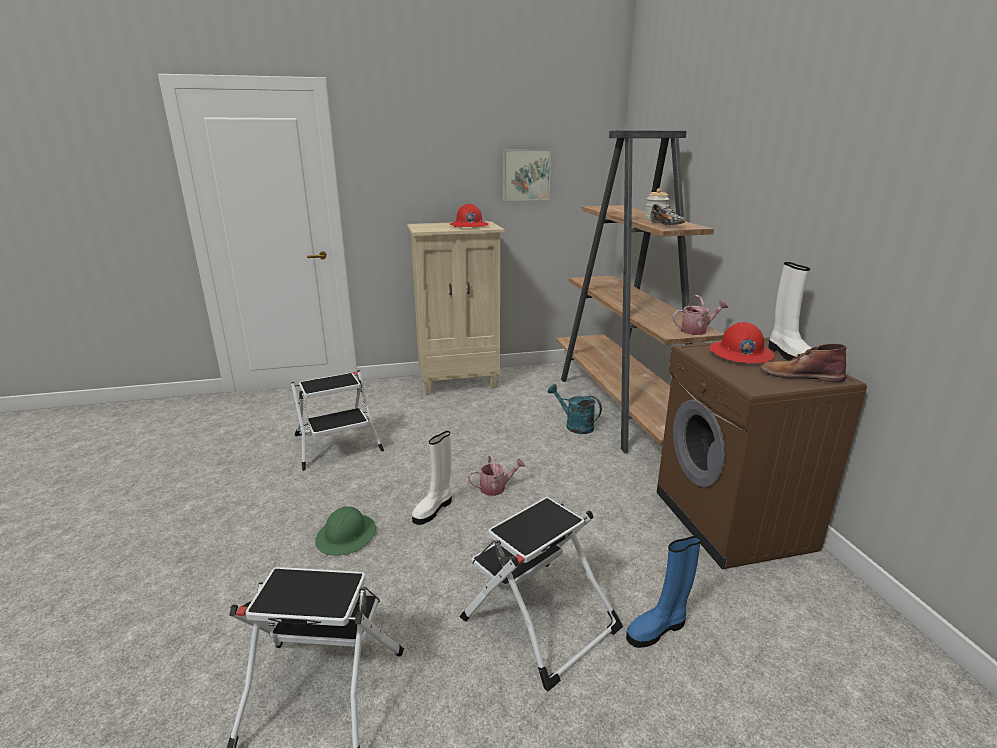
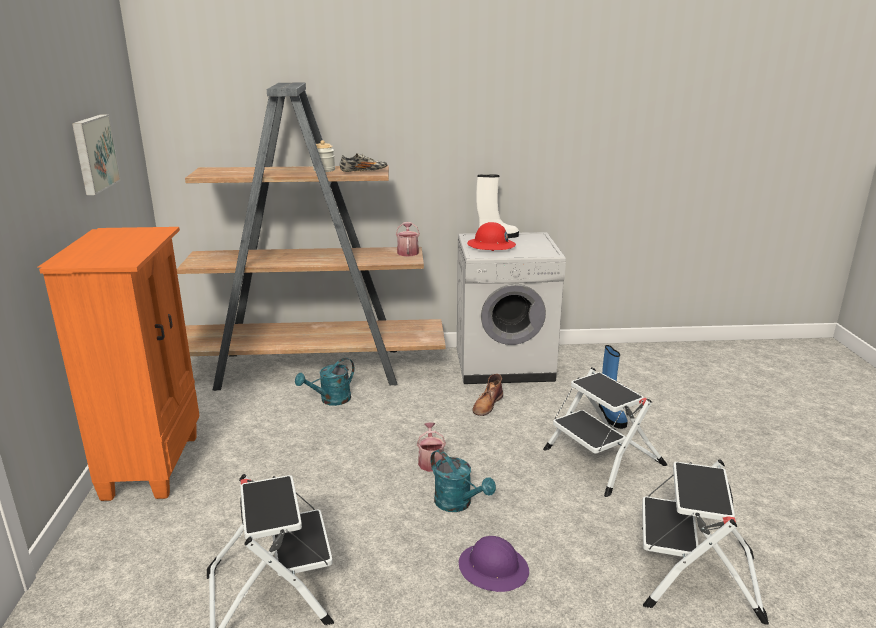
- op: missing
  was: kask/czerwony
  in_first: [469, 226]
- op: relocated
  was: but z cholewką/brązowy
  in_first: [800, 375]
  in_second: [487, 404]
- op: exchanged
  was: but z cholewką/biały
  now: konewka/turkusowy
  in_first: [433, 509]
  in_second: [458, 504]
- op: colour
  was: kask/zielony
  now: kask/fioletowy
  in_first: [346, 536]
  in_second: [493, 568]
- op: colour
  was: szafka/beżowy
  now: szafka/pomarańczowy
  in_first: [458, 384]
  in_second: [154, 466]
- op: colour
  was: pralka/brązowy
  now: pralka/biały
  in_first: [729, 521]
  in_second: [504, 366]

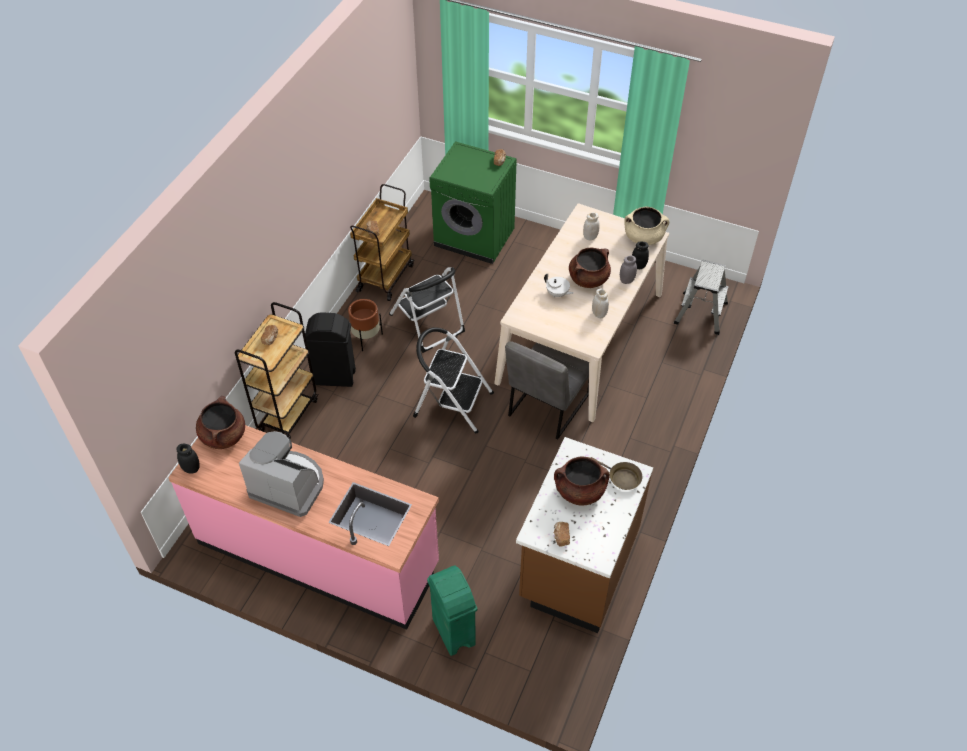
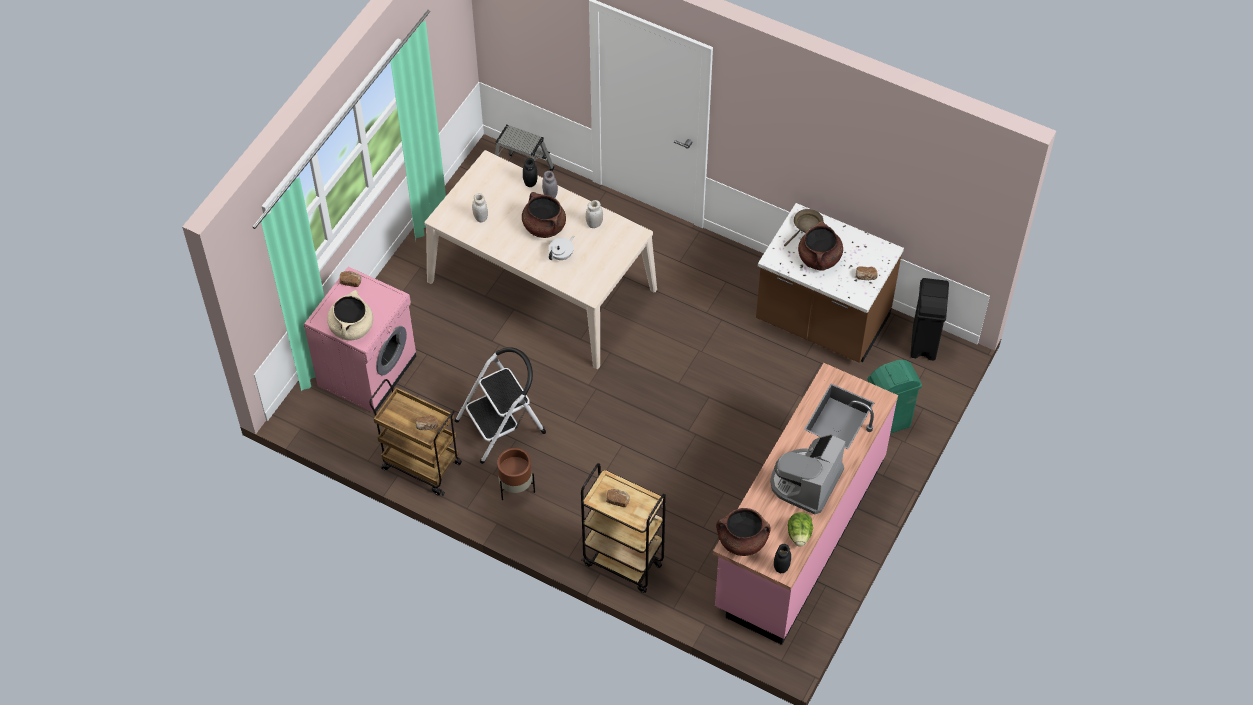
- op: missing
  was: drabinka
  in_first: [451, 404]
- op: missing
  was: krzesło/szary
  in_first: [547, 406]
- op: appeared
  now: sałata
  in_second: [799, 534]
- op: relocated
  was: kosz na śmieci/czarny
  in_first: [335, 377]
  in_second: [923, 343]
- op: relocated
  was: garnek/beżowy
  in_first: [643, 237]
  in_second: [352, 327]
- op: colour
  was: pralka/zielony
  now: pralka/różowy
  in_first: [474, 238]
  in_second: [369, 372]

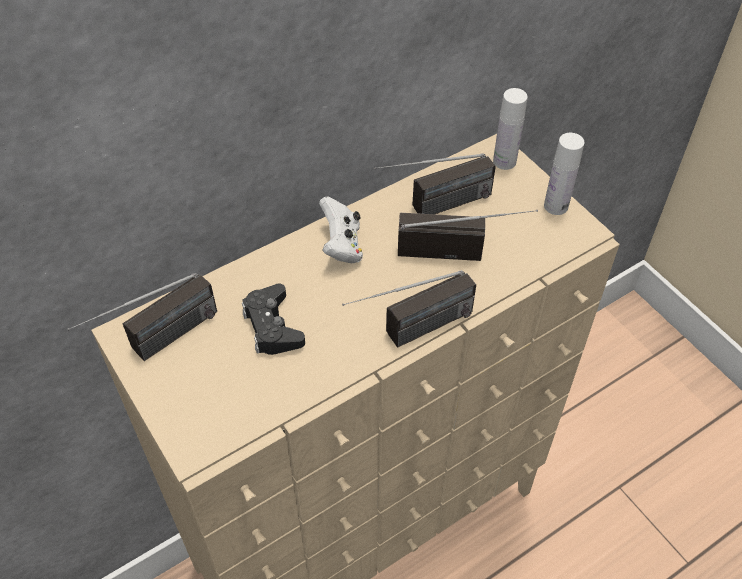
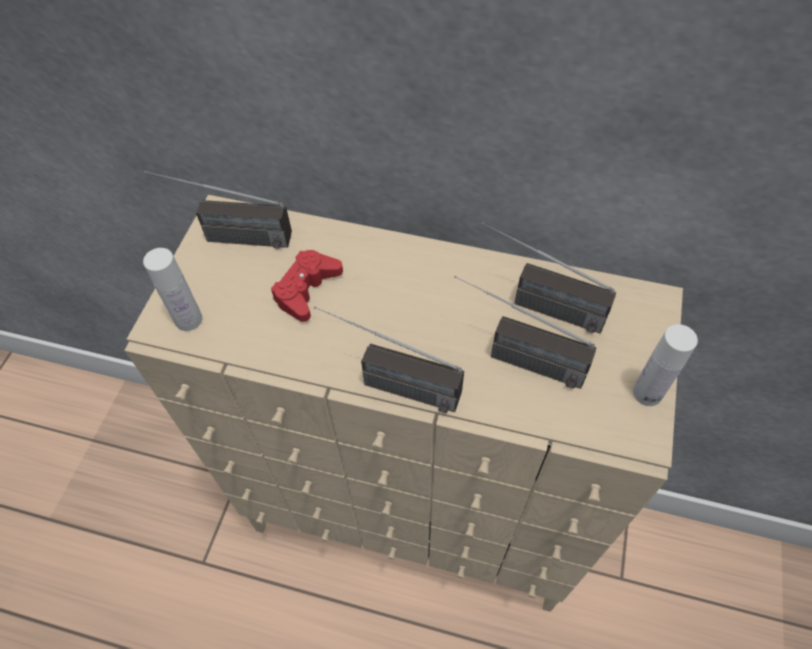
- op: missing
  was: pad do gier/biały
  in_first: [342, 245]
- op: relocated
  was: butelka/biały
  in_first: [504, 161]
  in_second: [188, 319]
- op: colour
  was: pad do gier/czarny
  now: pad do gier/czerwony
  in_first: [272, 326]
  in_second: [306, 289]
- op: spun
  was: radio
  in_first: [462, 250]
  in_second: [513, 357]
  clockwise: 150

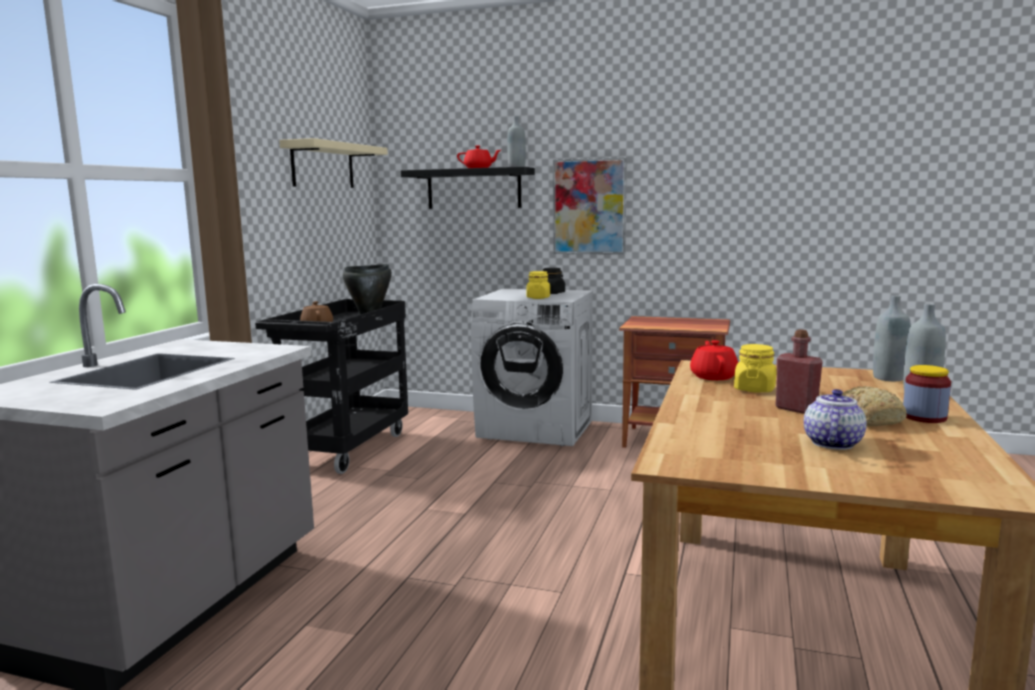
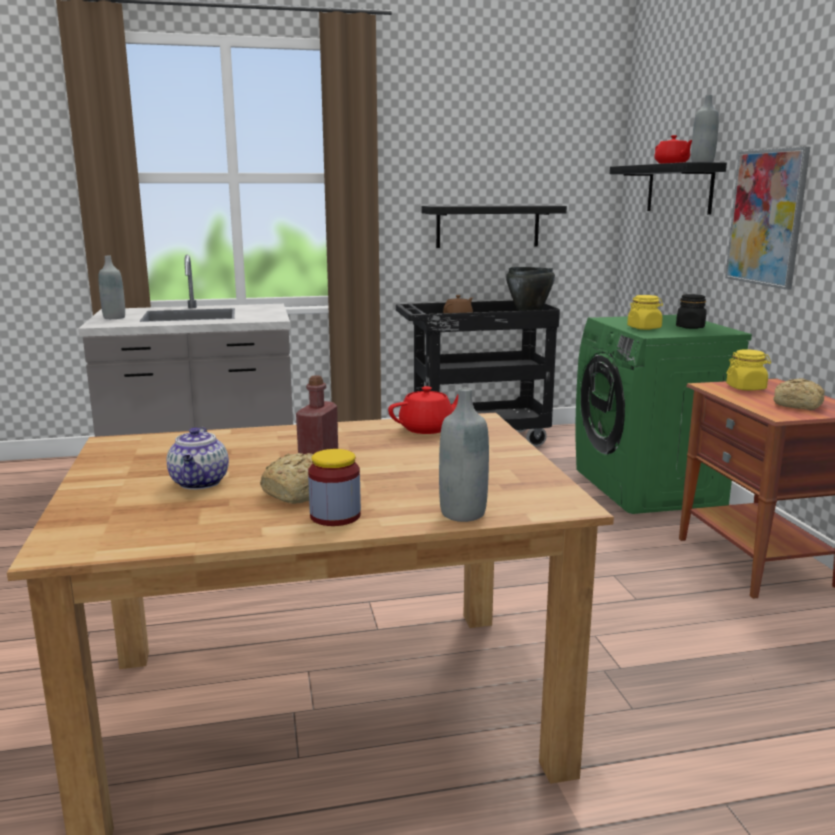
- op: missing
  was: półka/beżowy
  in_first: [323, 166]
- op: appeared
  now: półka/czarny
  in_second: [488, 226]
- op: appeared
  now: chleb
  in_second: [799, 405]
- op: relocated
  was: słoik/żółty
  in_first: [754, 389]
  in_second: [746, 388]
- op: relocated
  was: butelka/szary
  in_first: [888, 378]
  in_second: [114, 317]
- op: colour
  was: pralka/biały
  now: pralka/zielony
  in_first: [536, 431]
  in_second: [647, 490]
- op: spun
  was: imbryk
  in_first: [832, 443]
  in_second: [200, 483]
  clockwise: 90

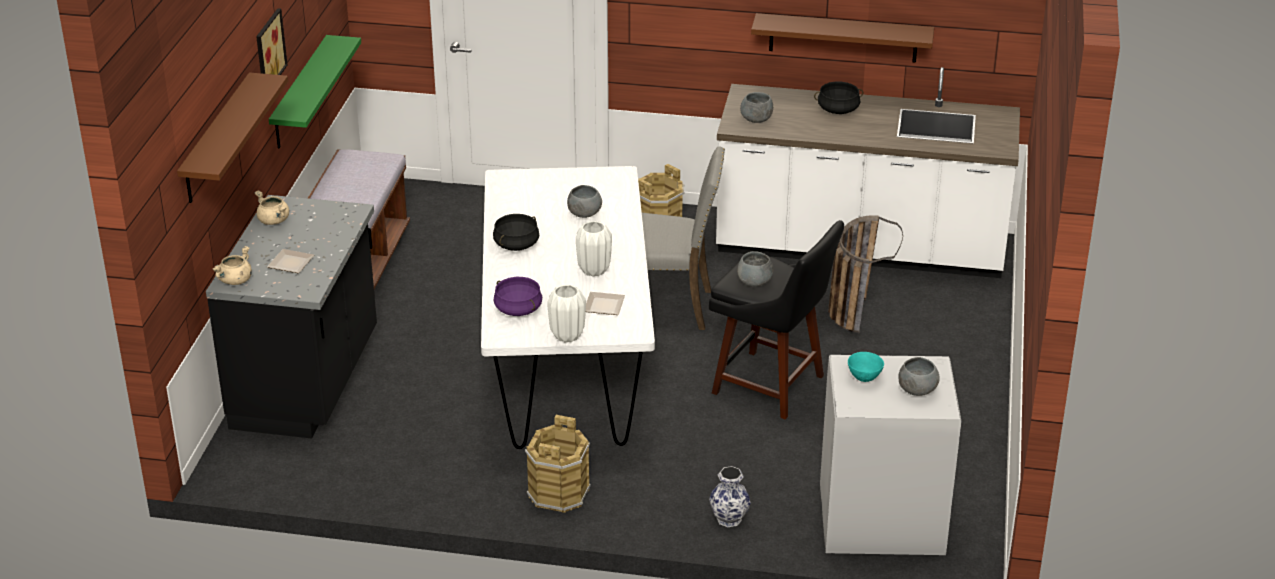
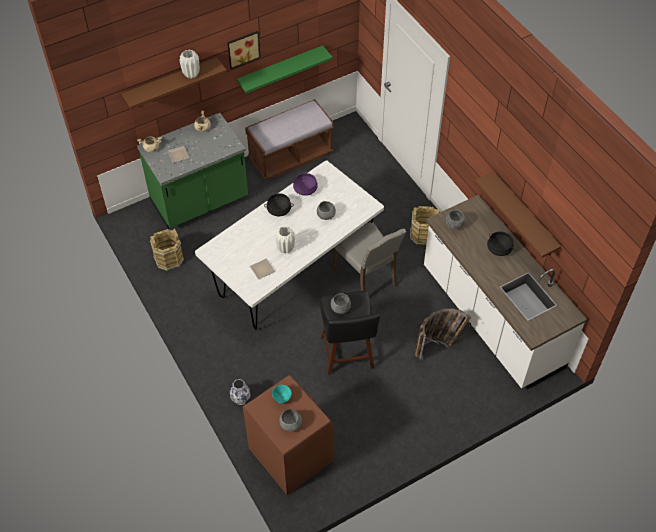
- op: relocated
  was: garnek/fioletowy
  in_first: [517, 309]
  in_second: [305, 189]
- op: relocated
  was: wiadro/brązowy
  in_first: [559, 493]
  in_second: [169, 259]
- op: relocated
  was: wazon/biały
  in_first: [567, 336]
  in_second: [191, 74]
- op: colour
  was: zabudowa kuchenna/czarny
  now: zabudowa kuchenna/zielony
  in_first: [308, 382]
  in_second: [200, 201]
- op: colour
  was: pralka/biały
  now: pralka/brązowy
  in_first: [880, 516]
  in_second: [292, 453]

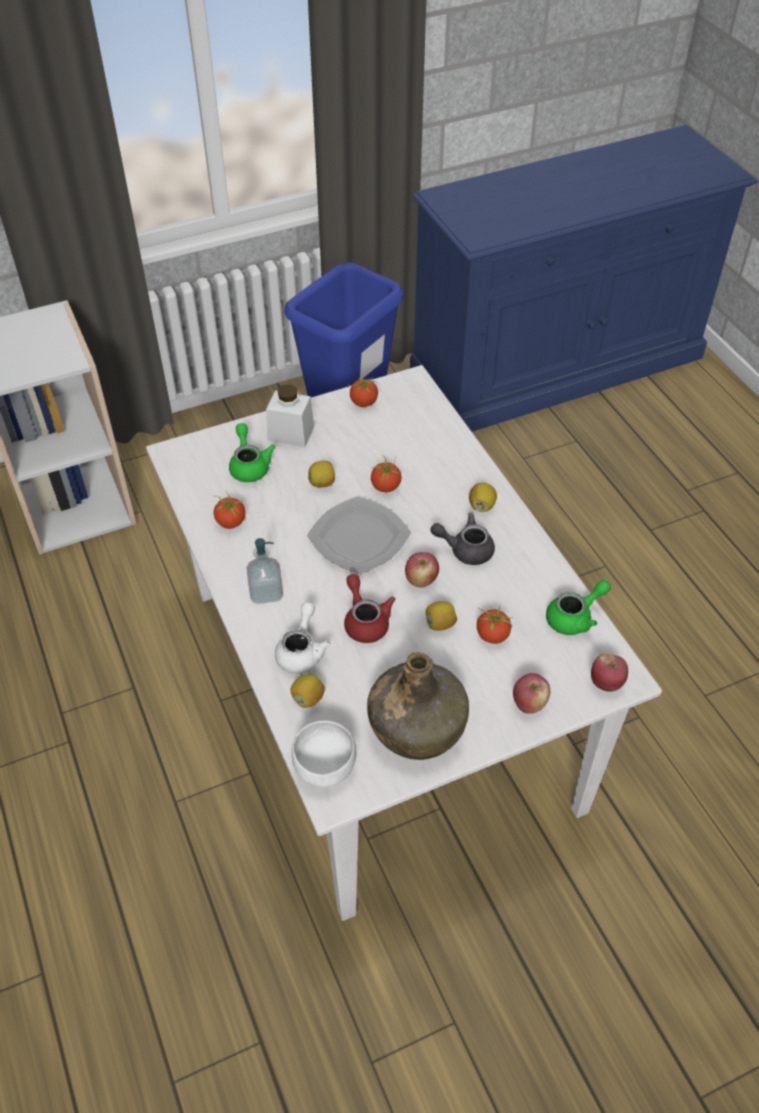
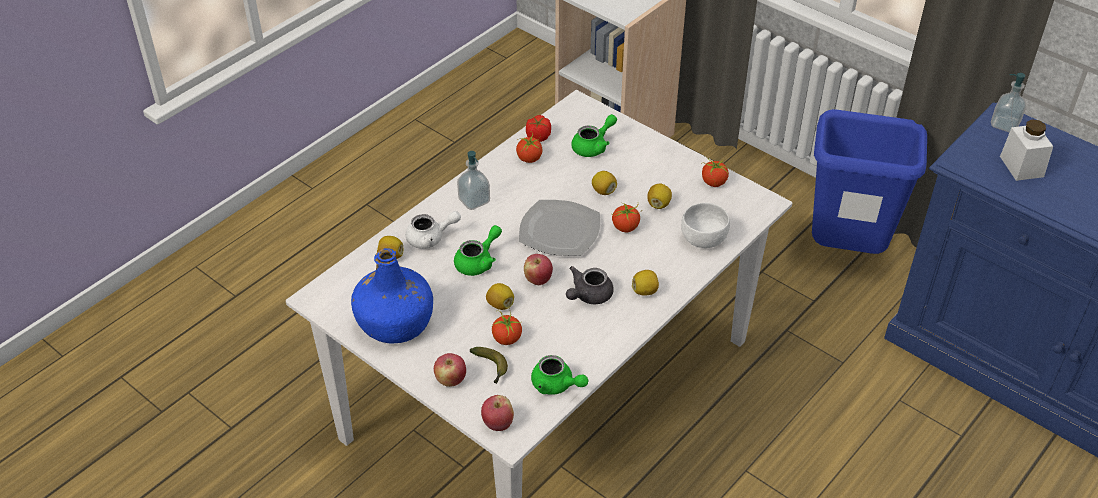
- op: appeared
  now: banan
  in_second: [491, 368]
- op: appeared
  now: pomidor
  in_second: [538, 137]
- op: appeared
  now: cytryna
  in_second: [658, 204]
- op: appeared
  now: dozownik mydła
  in_second: [1004, 124]
- op: relocated
  was: słoik/biały
  in_first: [291, 433]
  in_second: [1021, 166]
- op: relocated
  was: miska/biały
  in_first: [324, 767]
  in_second: [703, 238]
- op: colour
  was: imbryk/czerwony
  now: imbryk/zielony
  in_first: [365, 621]
  in_second: [478, 262]
- op: colour
  was: butelka/zielony
  now: butelka/niebieski
  in_first: [417, 727]
  in_second: [396, 322]
- op: spun
  was: imbryk/szary
  in_first: [465, 549]
  in_second: [588, 295]
  clockwise: -120

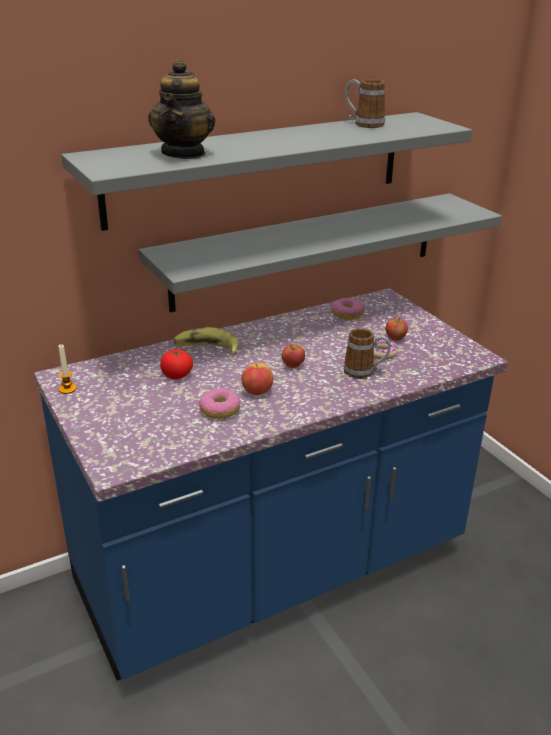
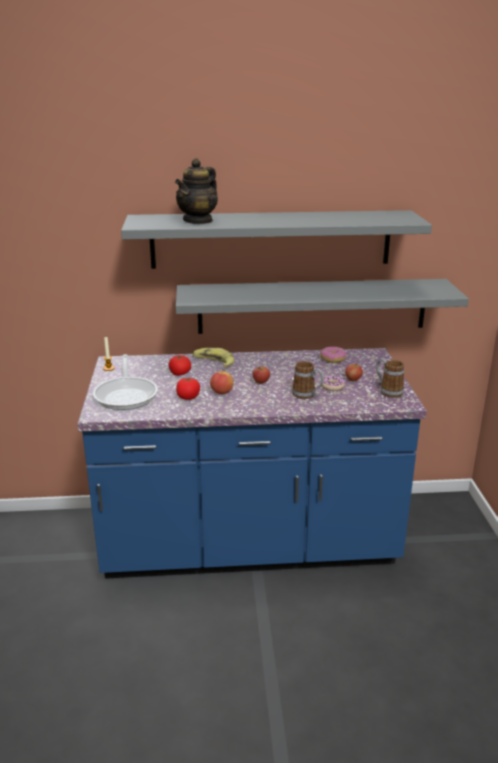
- op: appeared
  now: patelnia
  in_second: [126, 394]
- op: relocated
  was: kubek
  in_first: [363, 124]
  in_second: [387, 391]
- op: exchanged
  was: donut
  now: pomidor
  in_first: [220, 409]
  in_second: [188, 397]

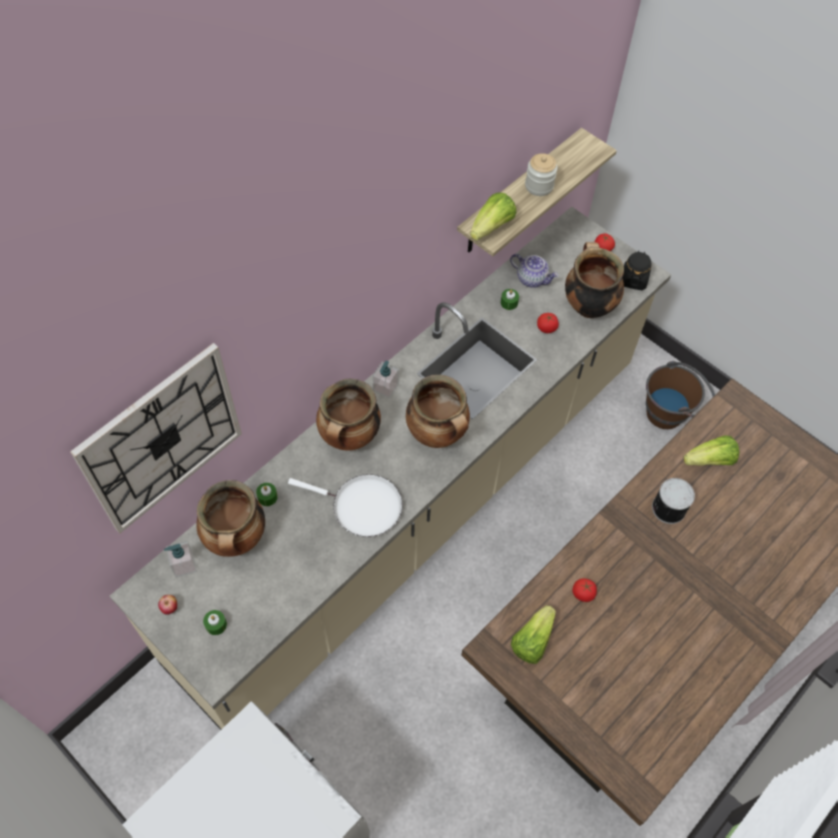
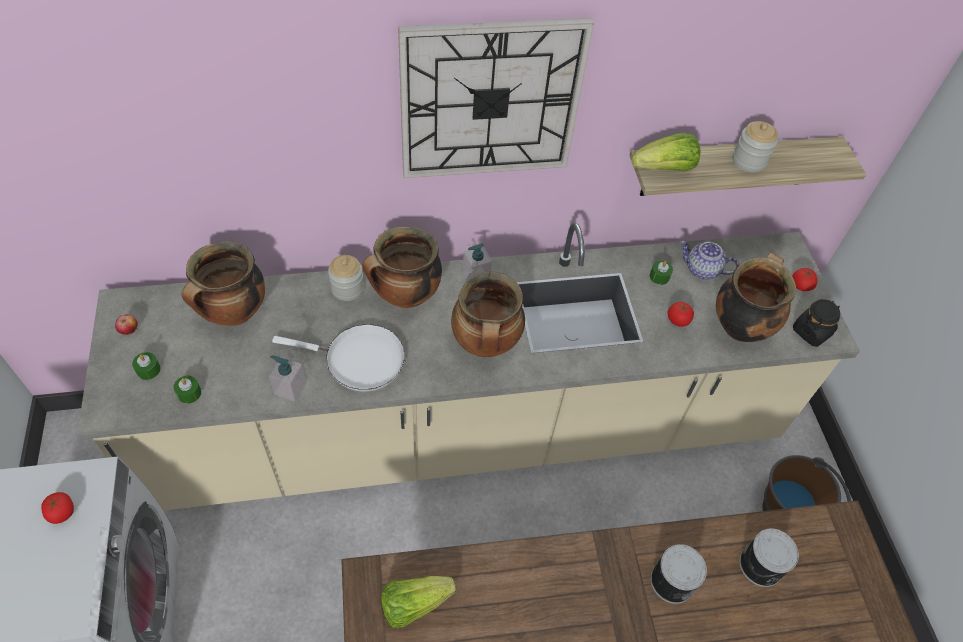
- op: appeared
  now: słoik
  in_second: [347, 288]
- op: relocated
  was: zegar ścienny
  in_first: [162, 439]
  in_second: [490, 101]
- op: relocated
  was: dozownik mydła
  in_first: [184, 565]
  in_second: [289, 388]
- op: relocated
  was: świeca/zielony
  in_first: [267, 497]
  in_second: [189, 393]
- op: relocated
  was: pomidor
  in_first: [583, 593]
  in_second: [62, 512]
- op: exchanged
  was: sałata
  now: puszka
  in_first: [710, 460]
  in_second: [761, 566]
- op: spun
  was: patelnia/biały
  in_first: [362, 507]
  in_second: [359, 360]
  clockwise: -45
- op: spun
  was: imbryk
  in_first: [532, 279]
  in_second: [702, 270]
  clockwise: 135

